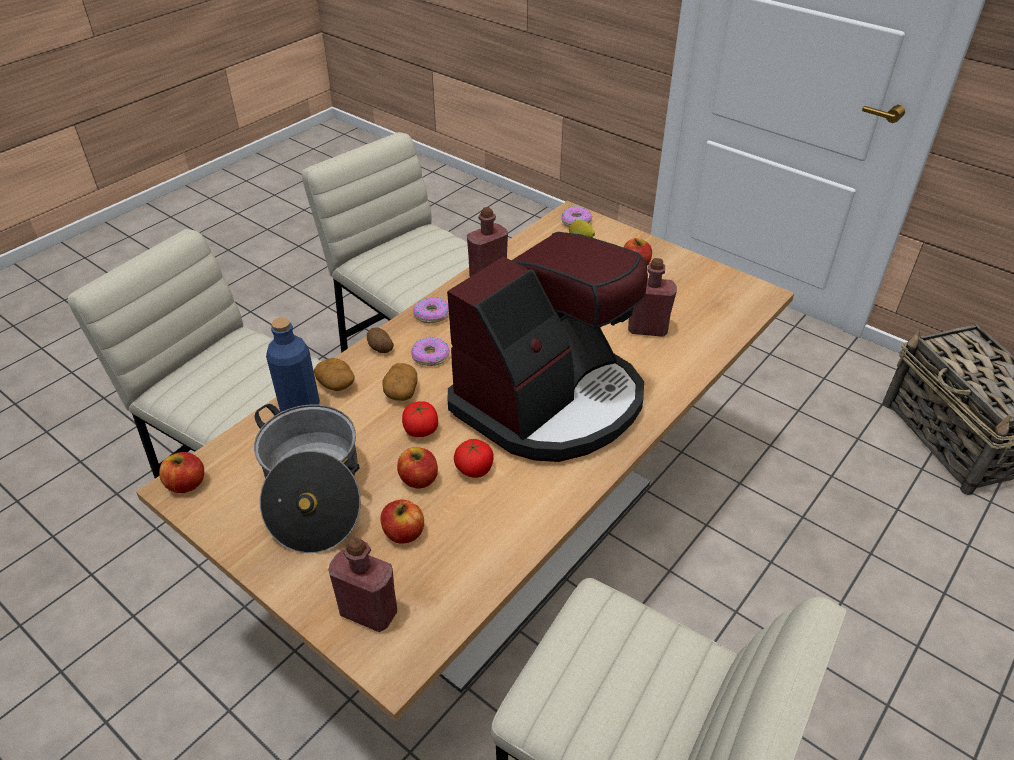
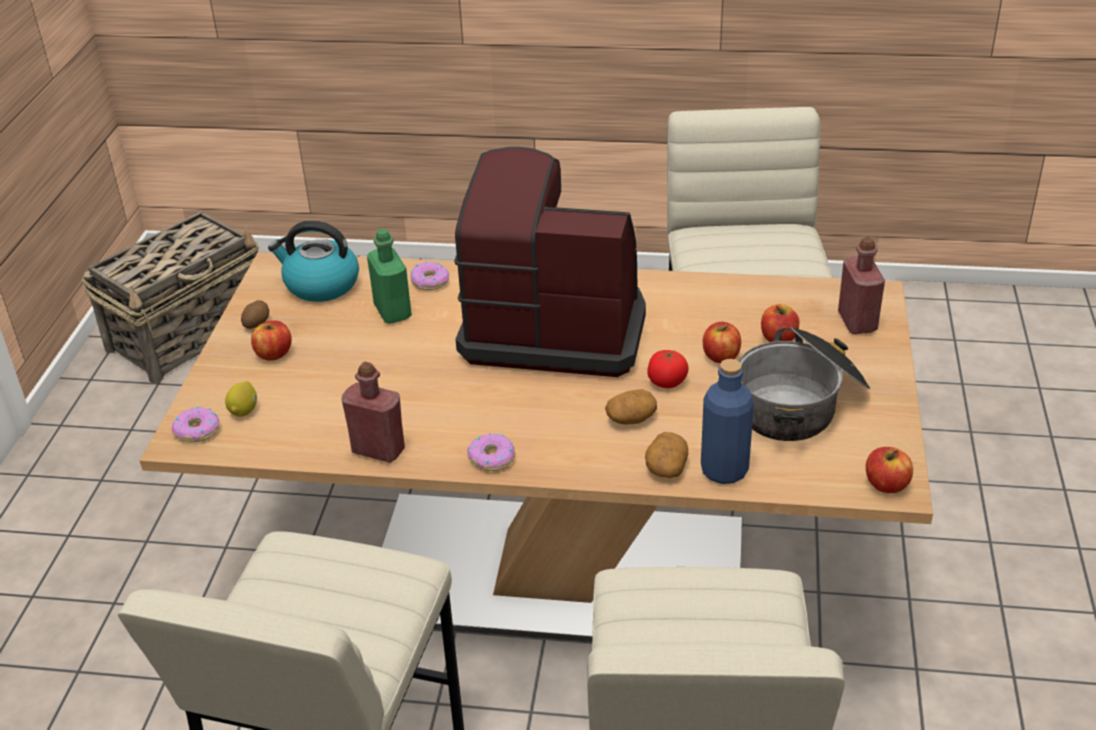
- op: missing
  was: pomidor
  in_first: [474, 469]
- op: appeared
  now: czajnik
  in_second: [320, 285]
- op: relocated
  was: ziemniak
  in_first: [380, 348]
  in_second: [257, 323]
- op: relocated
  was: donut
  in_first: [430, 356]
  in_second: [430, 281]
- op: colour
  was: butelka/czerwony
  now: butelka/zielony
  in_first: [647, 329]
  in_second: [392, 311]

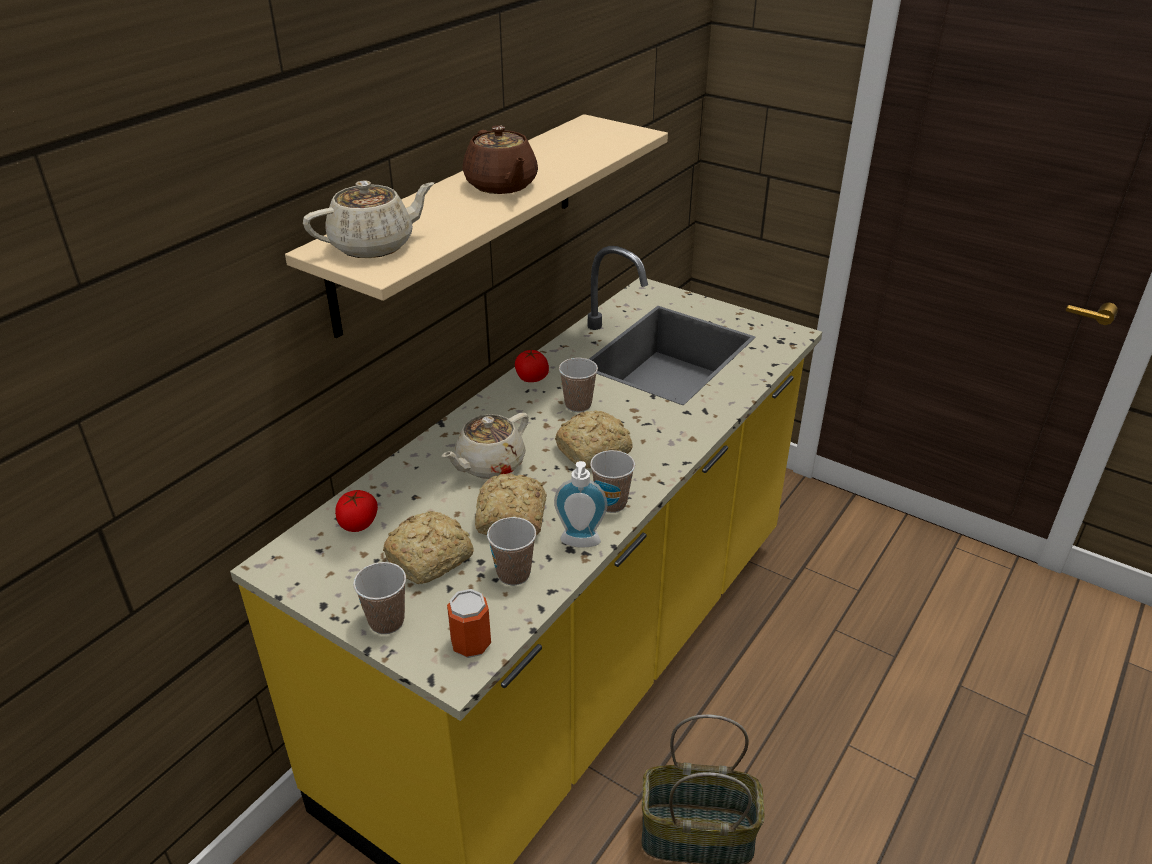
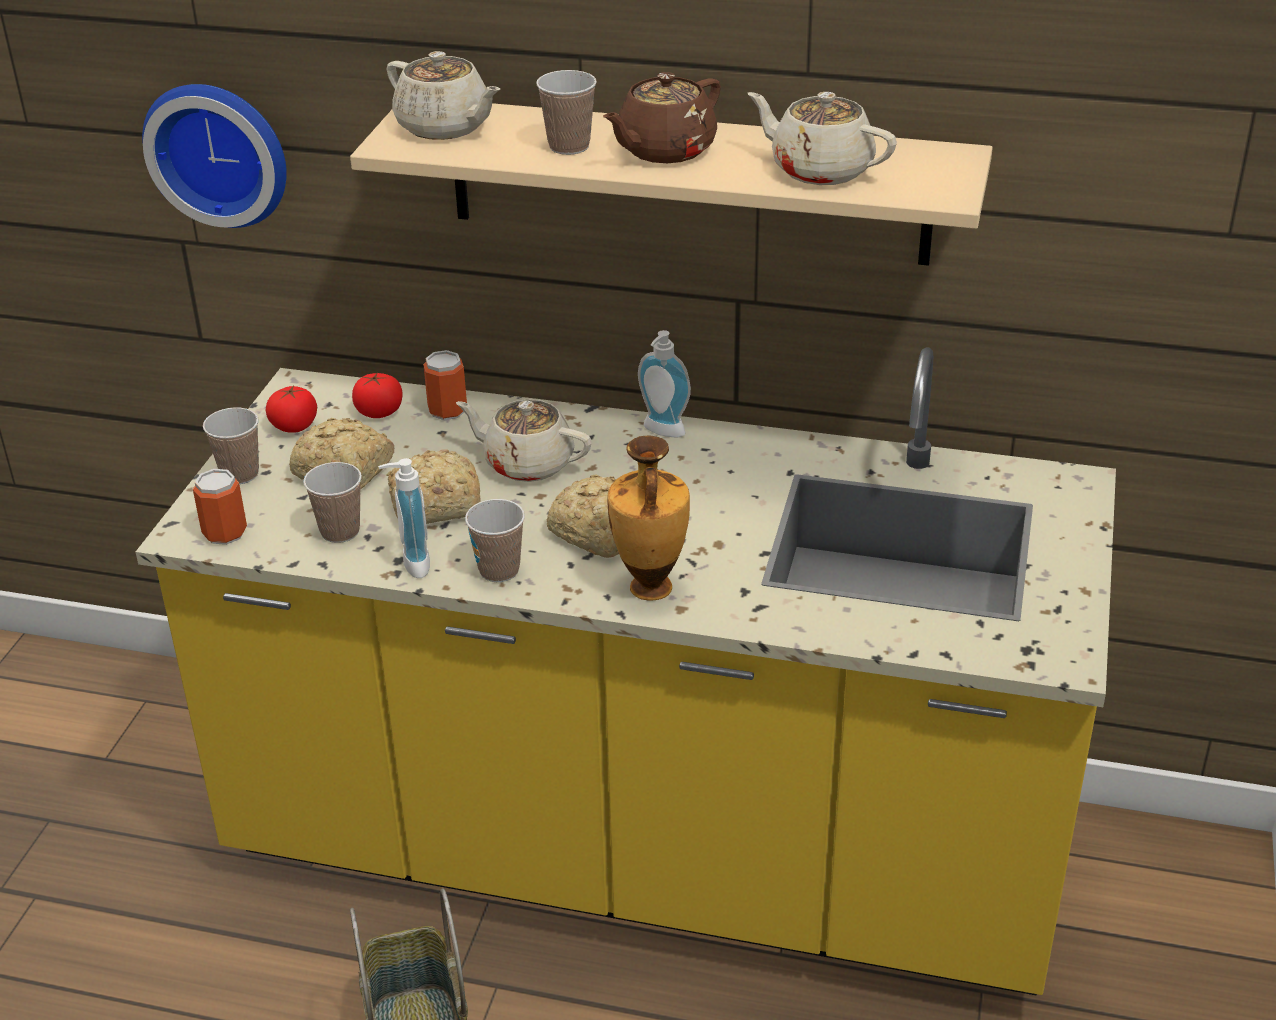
- op: appeared
  now: zegar ścienny
  in_second: [220, 151]
- op: appeared
  now: puszka
  in_second: [447, 410]
- op: appeared
  now: wazon
  in_second: [650, 589]
- op: appeared
  now: dozownik mydła
  in_second: [661, 432]
- op: appeared
  now: imbryk/beżowy
  in_second: [819, 170]
- op: relocated
  was: pomidor
  in_first: [531, 378]
  in_second: [294, 426]
- op: relocated
  was: filiżanka
  in_first: [578, 405]
  in_second: [569, 146]

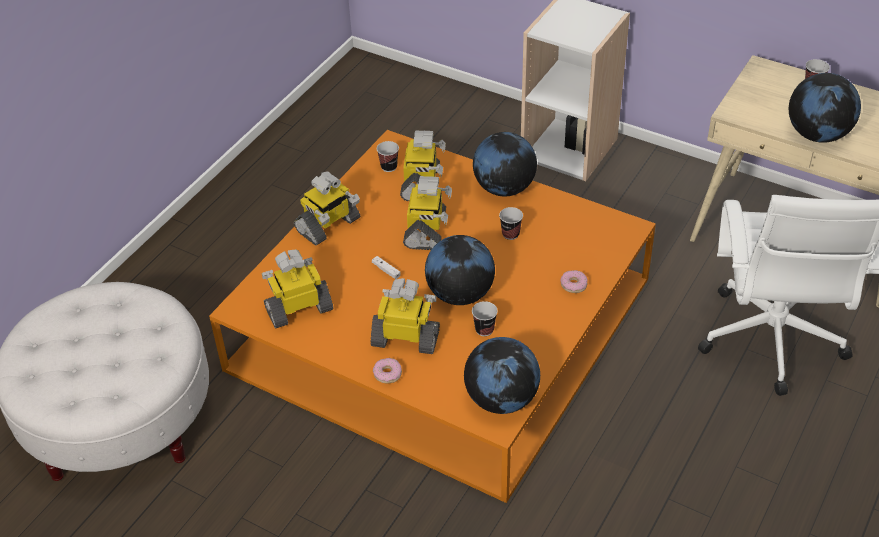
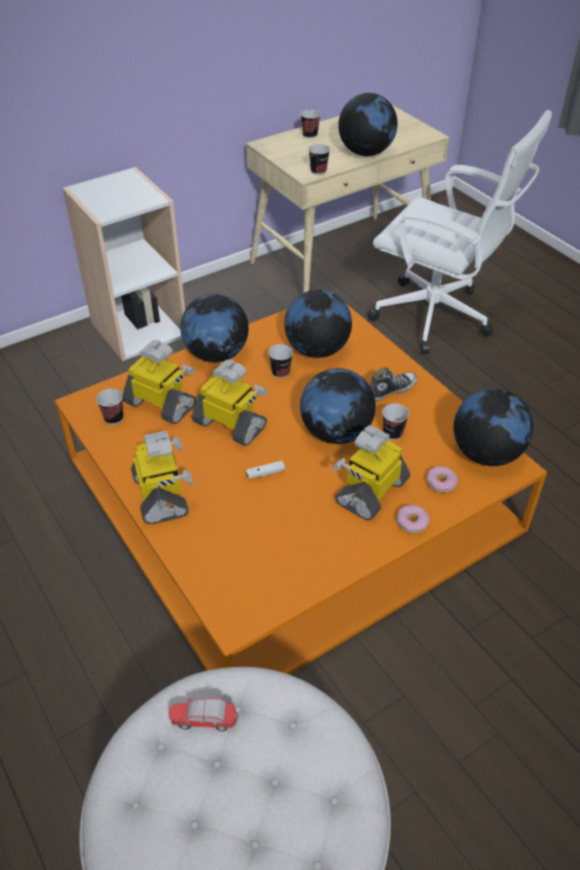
- op: missing
  was: robot zabawkowy
  in_first: [299, 308]
- op: appeared
  now: samochodzik
  in_second: [204, 721]
- op: appeared
  now: globus
  in_second: [317, 350]
- op: appeared
  now: filiżanka
  in_second: [318, 171]
- op: appeared
  now: but
  in_second: [391, 390]
- op: relocated
  was: donut
  in_first: [574, 285]
  in_second: [441, 482]

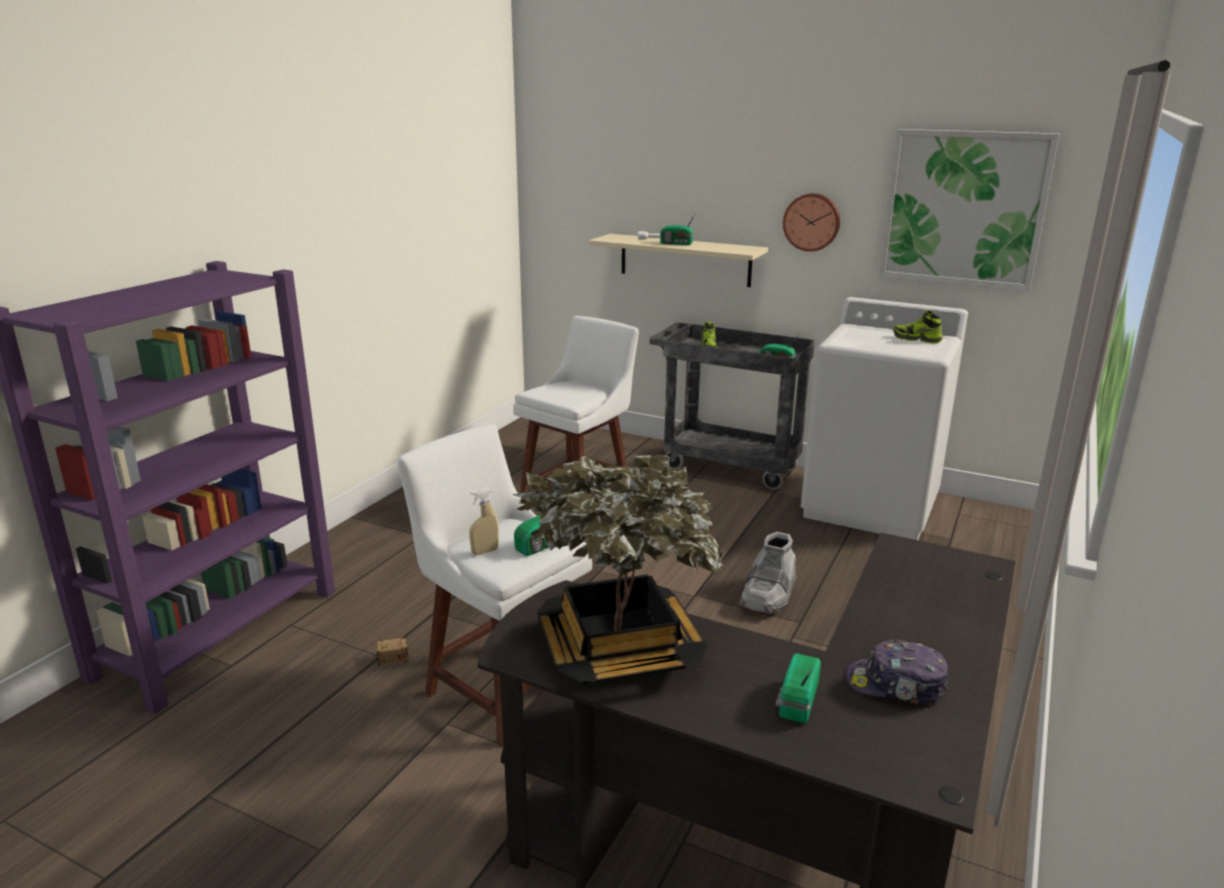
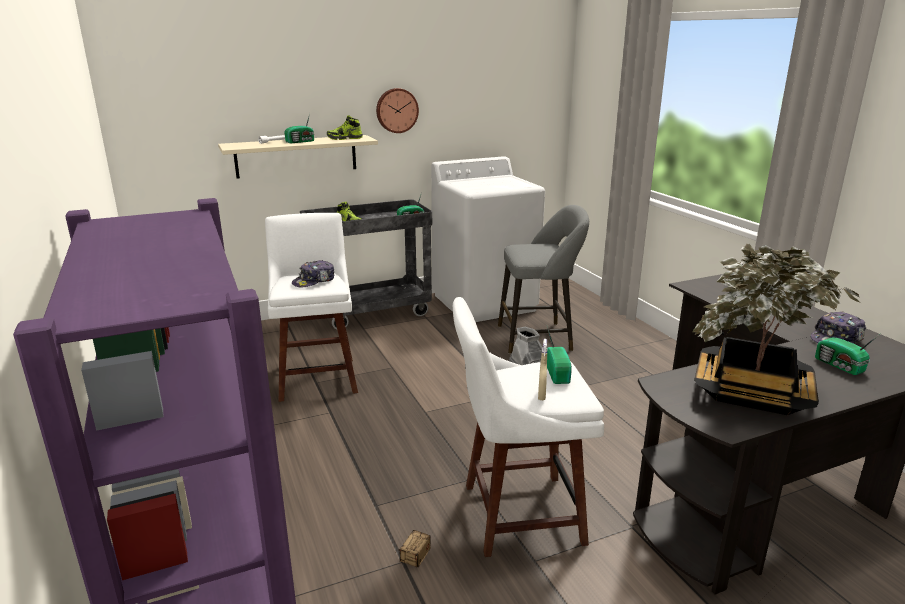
- op: missing
  was: obraz
  in_first: [963, 209]
- op: appeared
  now: czapka z daszkiem
  in_second: [314, 281]
- op: appeared
  now: stołek/szary
  in_second: [539, 338]
- op: relocated
  was: but
  in_first: [916, 339]
  in_second: [345, 138]

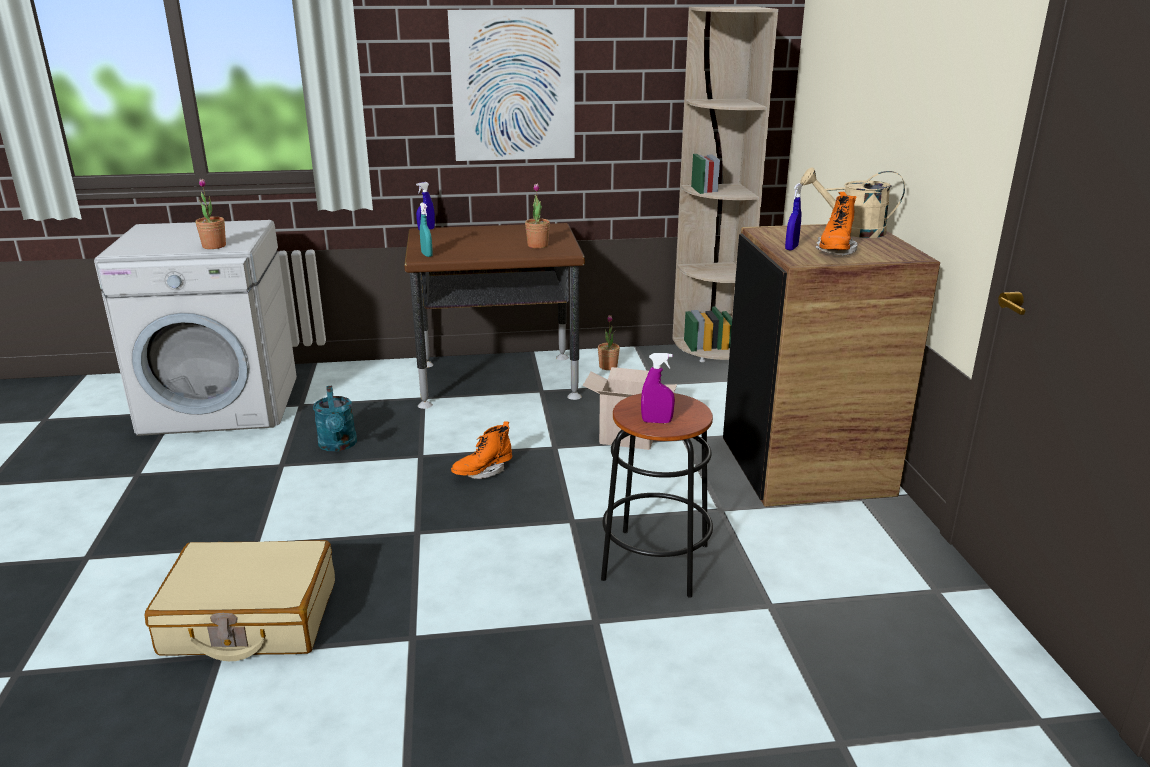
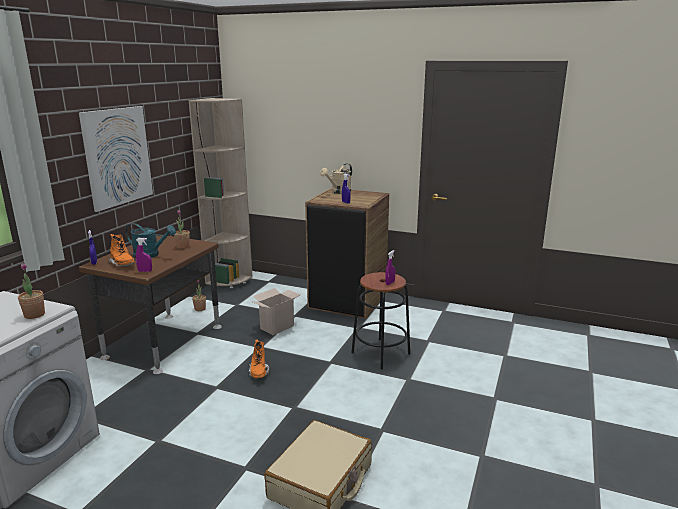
- op: relocated
  was: konewka/turkusowy
  in_first: [338, 445]
  in_second: [151, 255]
- op: relocated
  was: but z cholewką/pomarańczowy
  in_first: [835, 252]
  in_second: [123, 264]
- op: colour
  was: spryskiwacz/turkusowy
  now: spryskiwacz/fioletowy
  in_first: [427, 255]
  in_second: [145, 271]

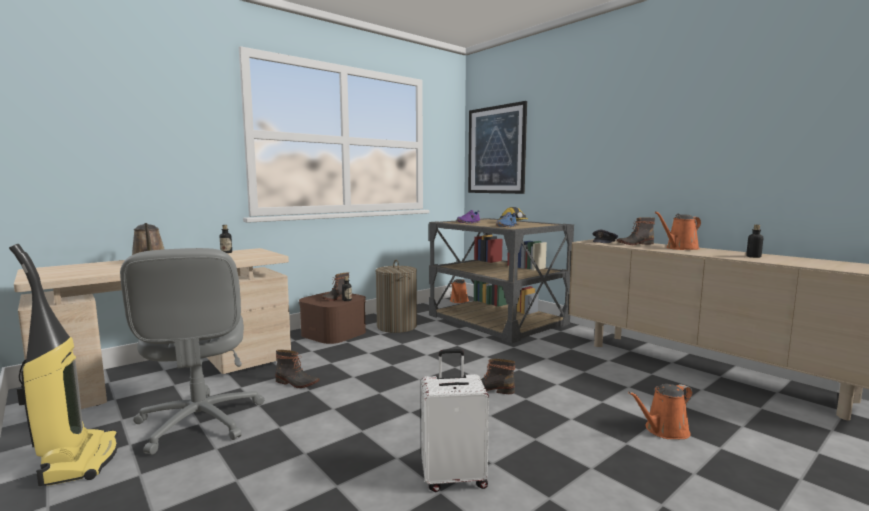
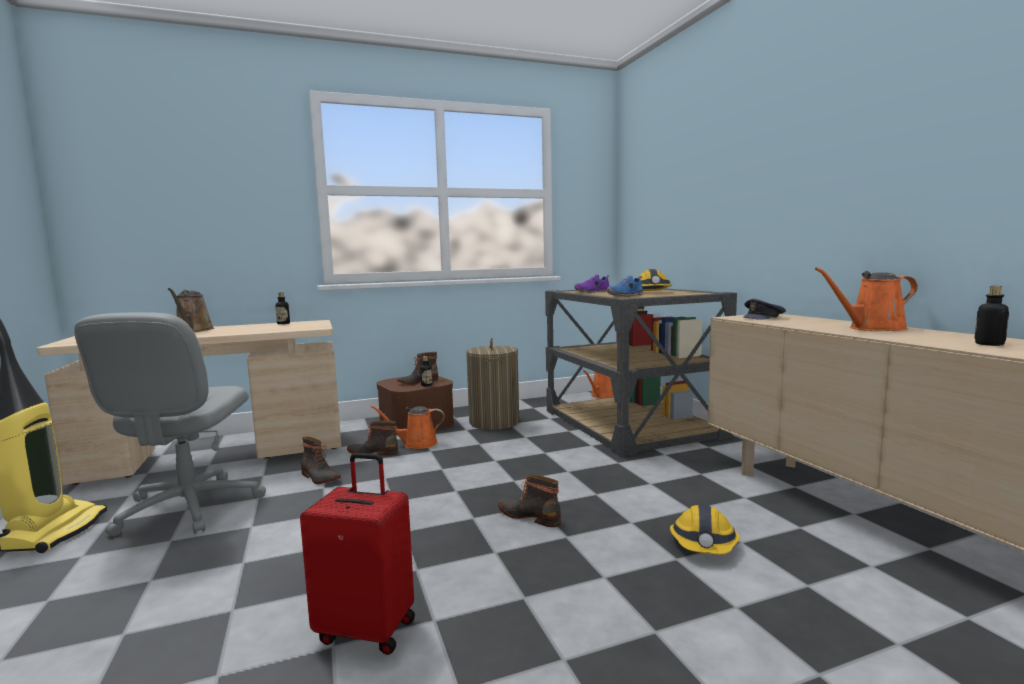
- op: missing
  was: obraz
  in_first: [496, 150]
- op: appeared
  now: kask
  in_second: [704, 544]
- op: relocated
  was: but z cholewką
  in_first: [634, 244]
  in_second: [373, 452]
- op: relocated
  was: konewka/pomarańczowy
  in_first: [664, 431]
  in_second: [416, 444]
- op: colour
  was: walizka/biały
  now: walizka/czerwony
  in_first: [453, 477]
  in_second: [367, 629]

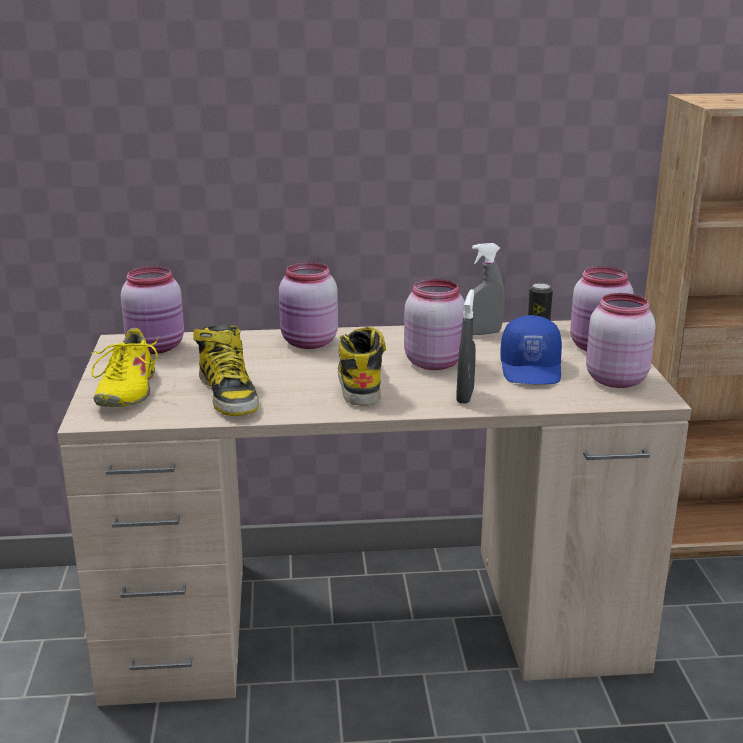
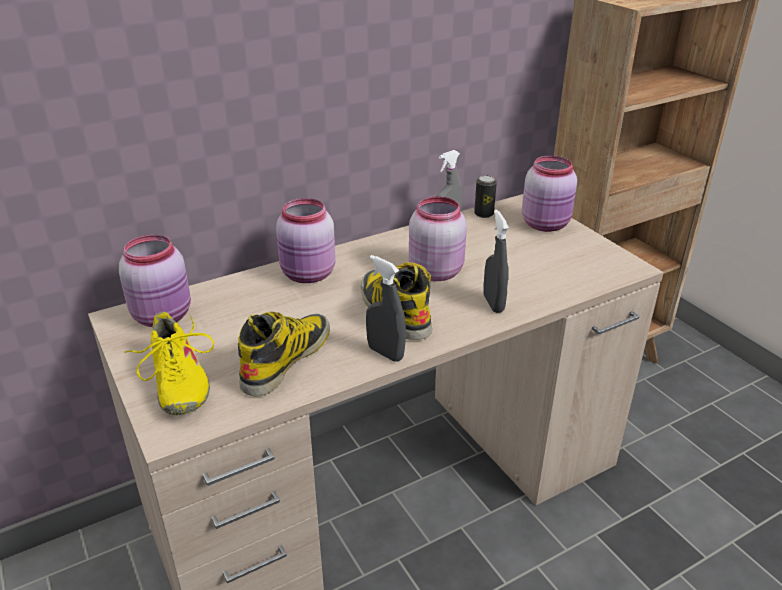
- op: missing
  was: czapka z daszkiem/niebieski
  in_first: [532, 369]
- op: missing
  was: słoik/różowy
  in_first: [614, 379]
- op: appeared
  now: spryskiwacz/szary
  in_second: [385, 353]
- op: spun
  was: but z cholewką
  in_first: [228, 394]
  in_second: [286, 358]
  clockwise: -105

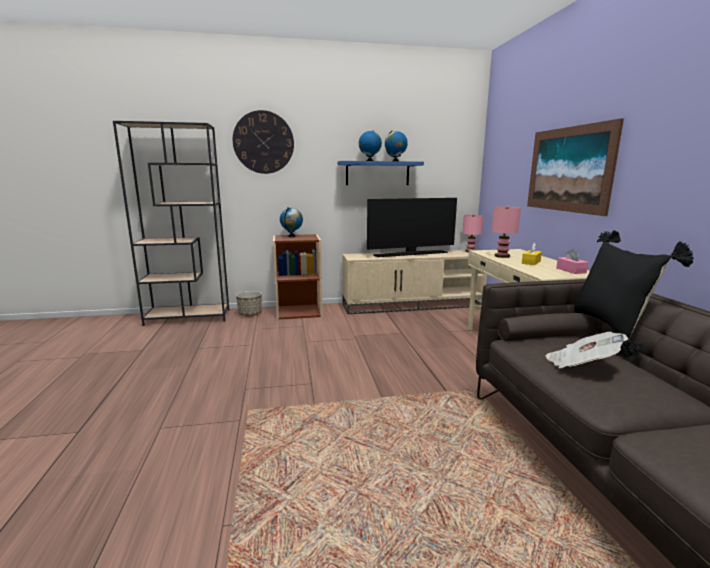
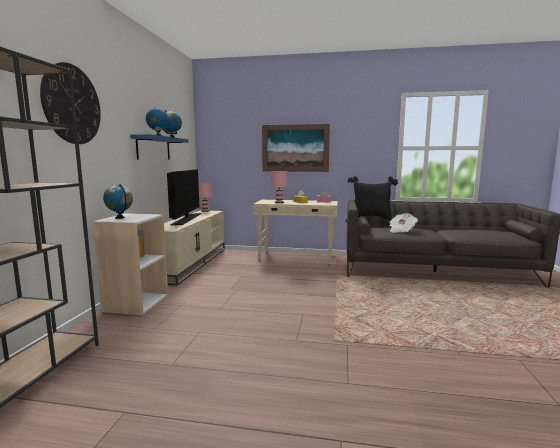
- op: missing
  was: donica
  in_first: [250, 314]
- op: colour
  was: regał/brązowy
  now: regał/biały
  in_first: [299, 311]
  in_second: [136, 302]

